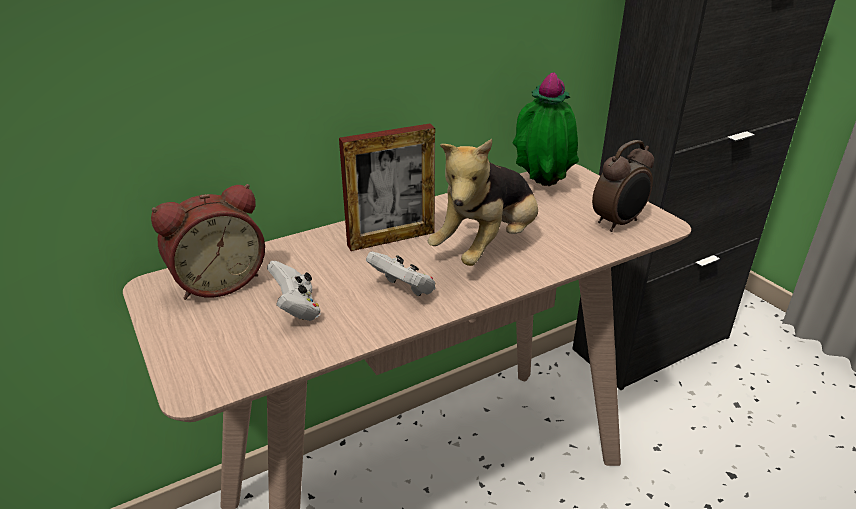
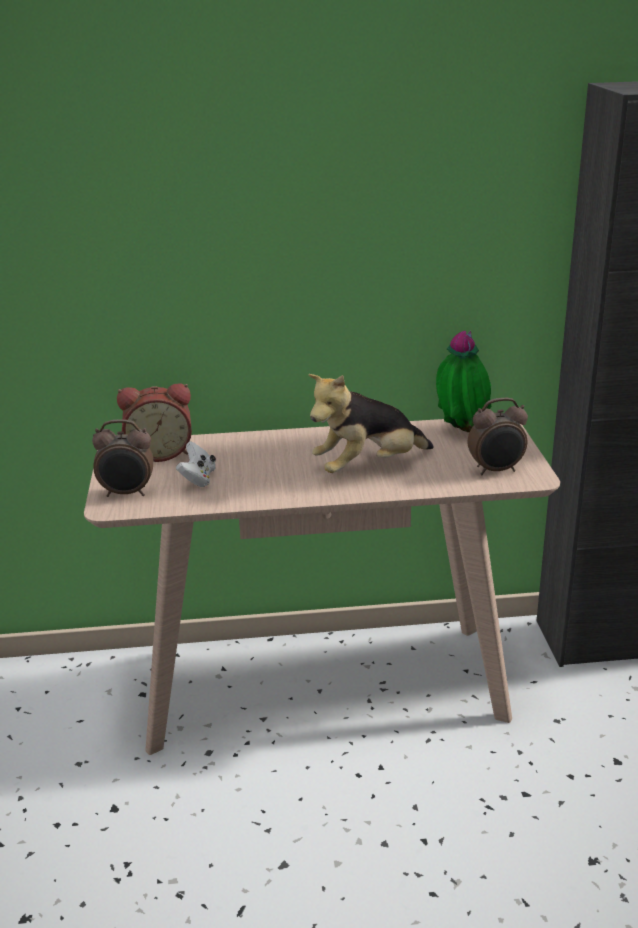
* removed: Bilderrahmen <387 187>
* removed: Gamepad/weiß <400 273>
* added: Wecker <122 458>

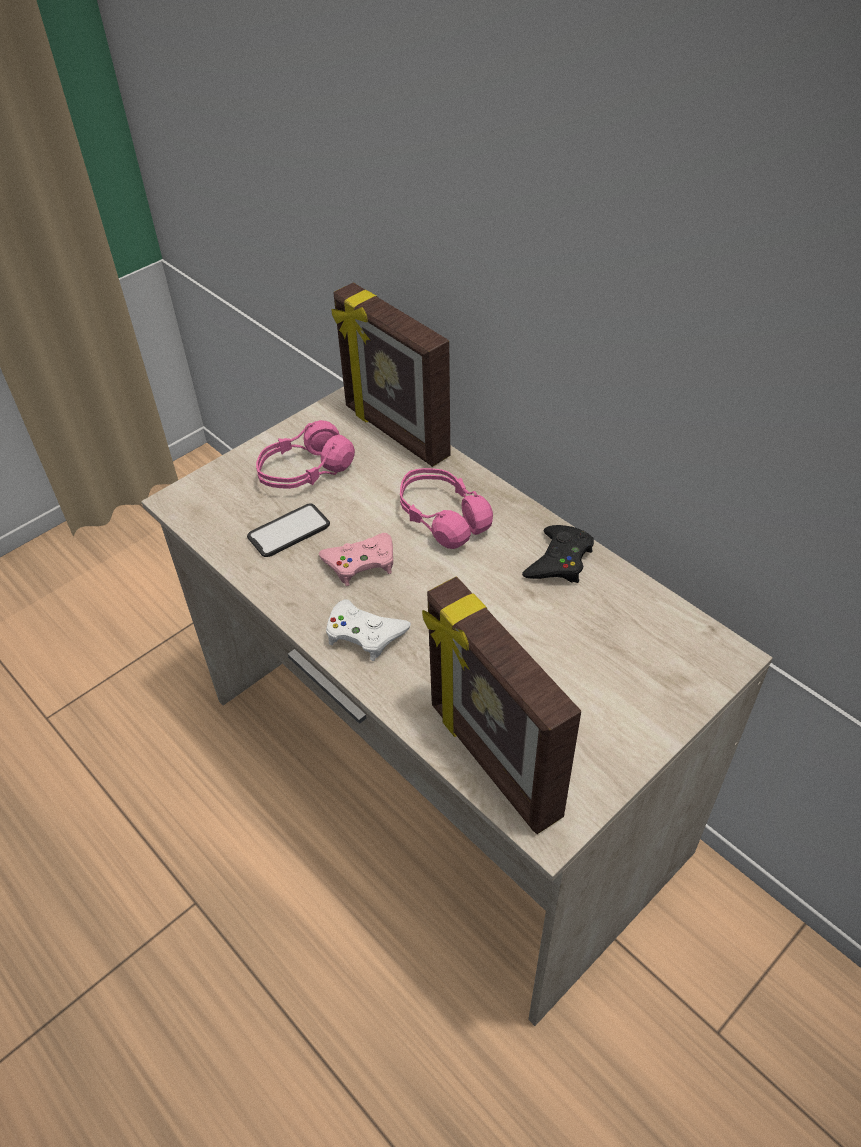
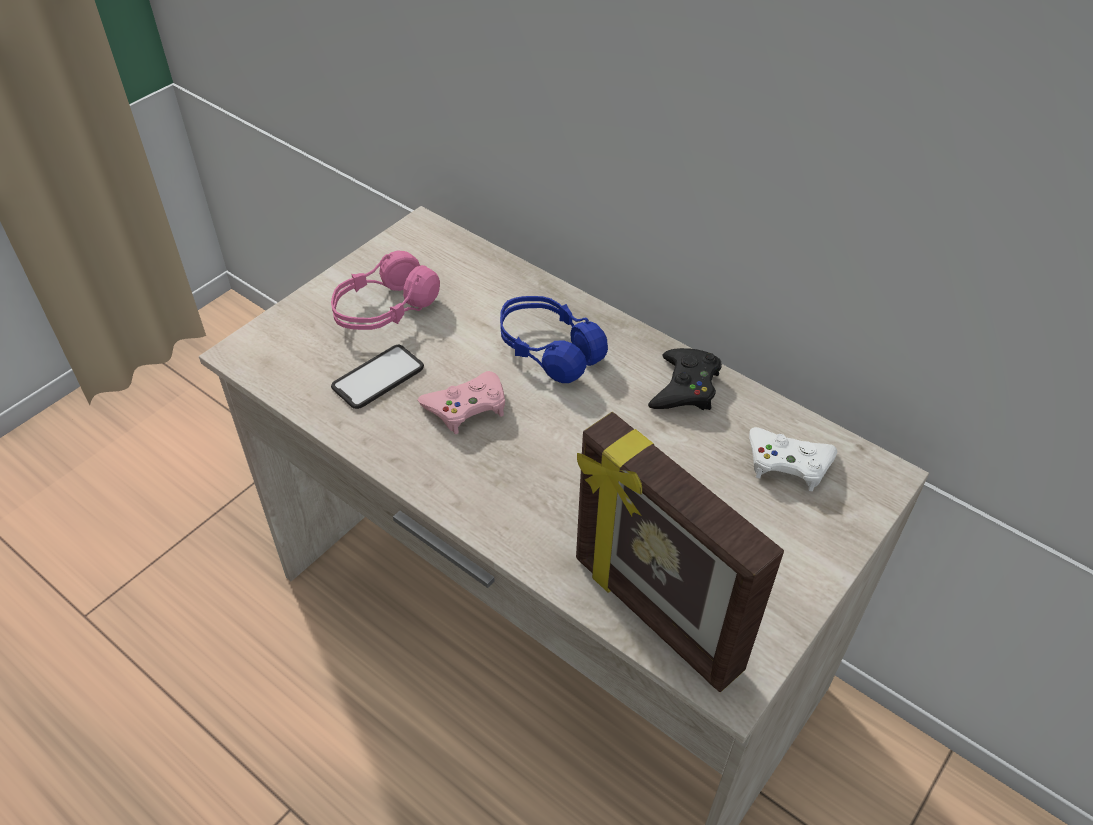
* removed: Bilderrahmen <390 375>
* moved: Gamepad/weiß <368 630> to <793 459>
* recoloured: Kopfhörer/rosa <446 508> to Kopfhörer/blau <554 339>

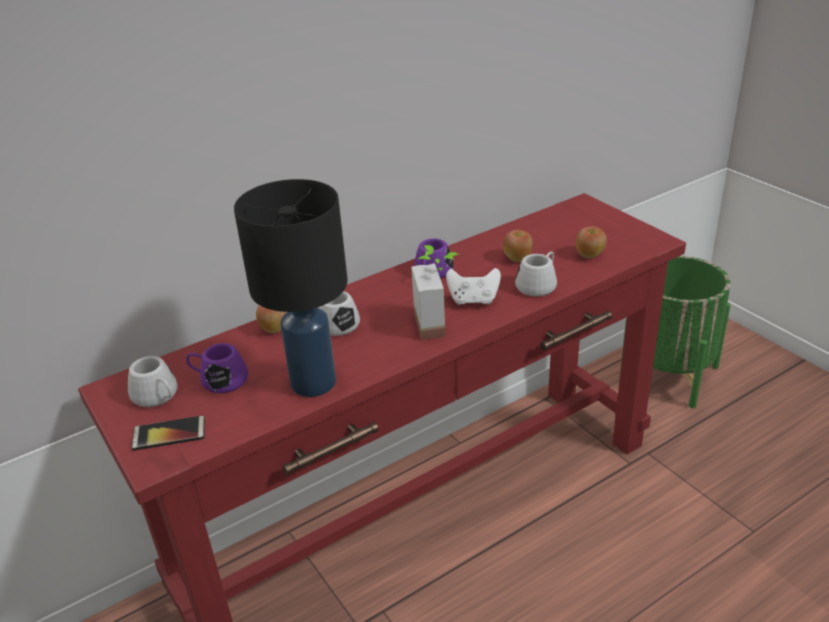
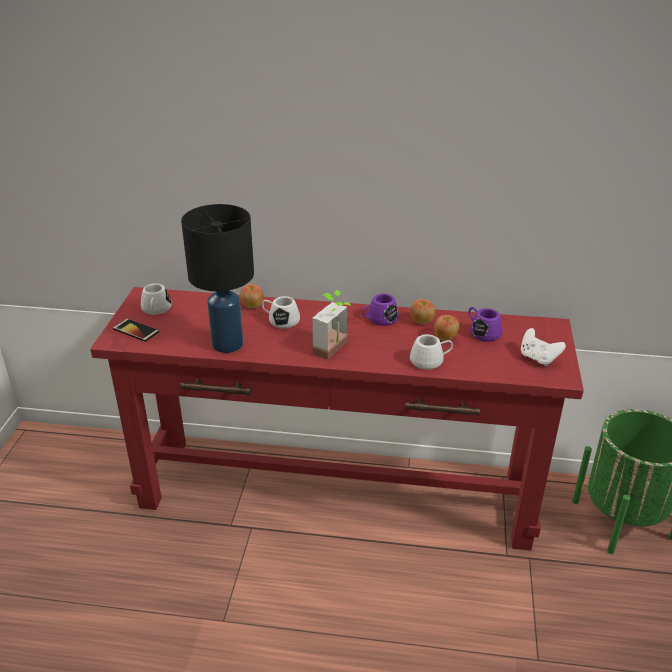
* moved: Henkelbecher/lila <217 368> to <486 324>
* moved: Gamepad/weiß <473 286> to <543 347>
* moved: Apfel <591 242> to <423 311>

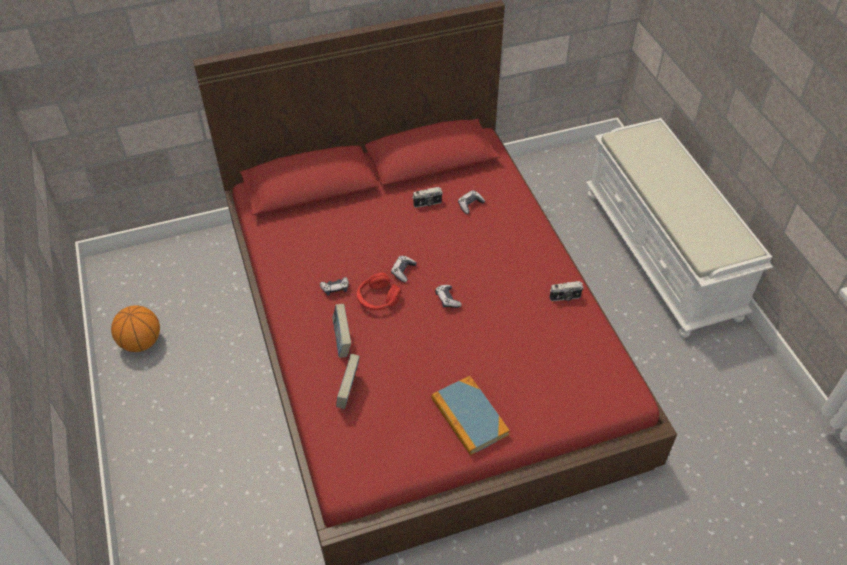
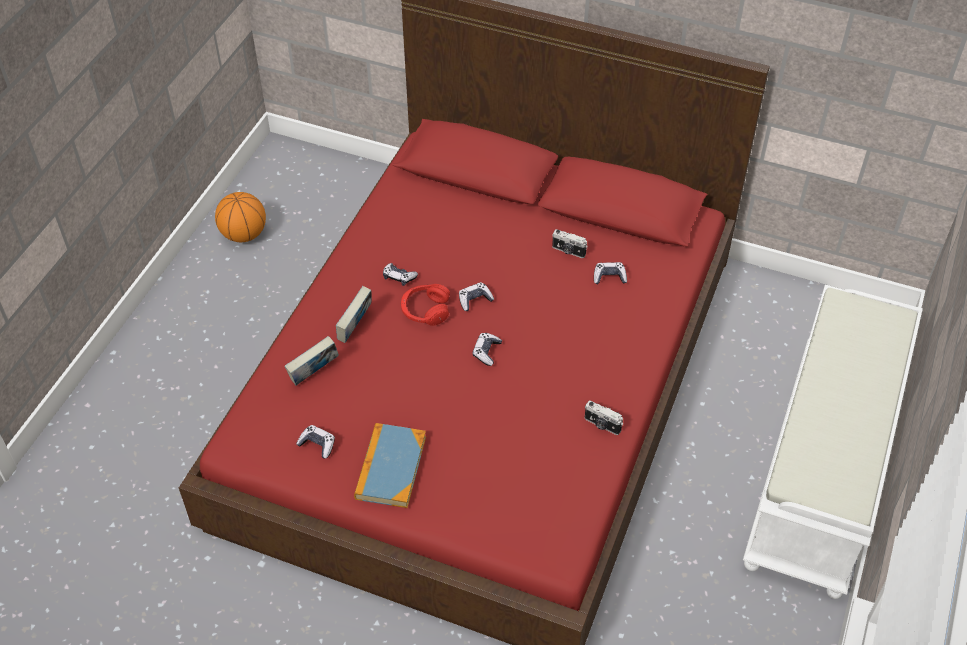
* added: Gamepad <315 441>

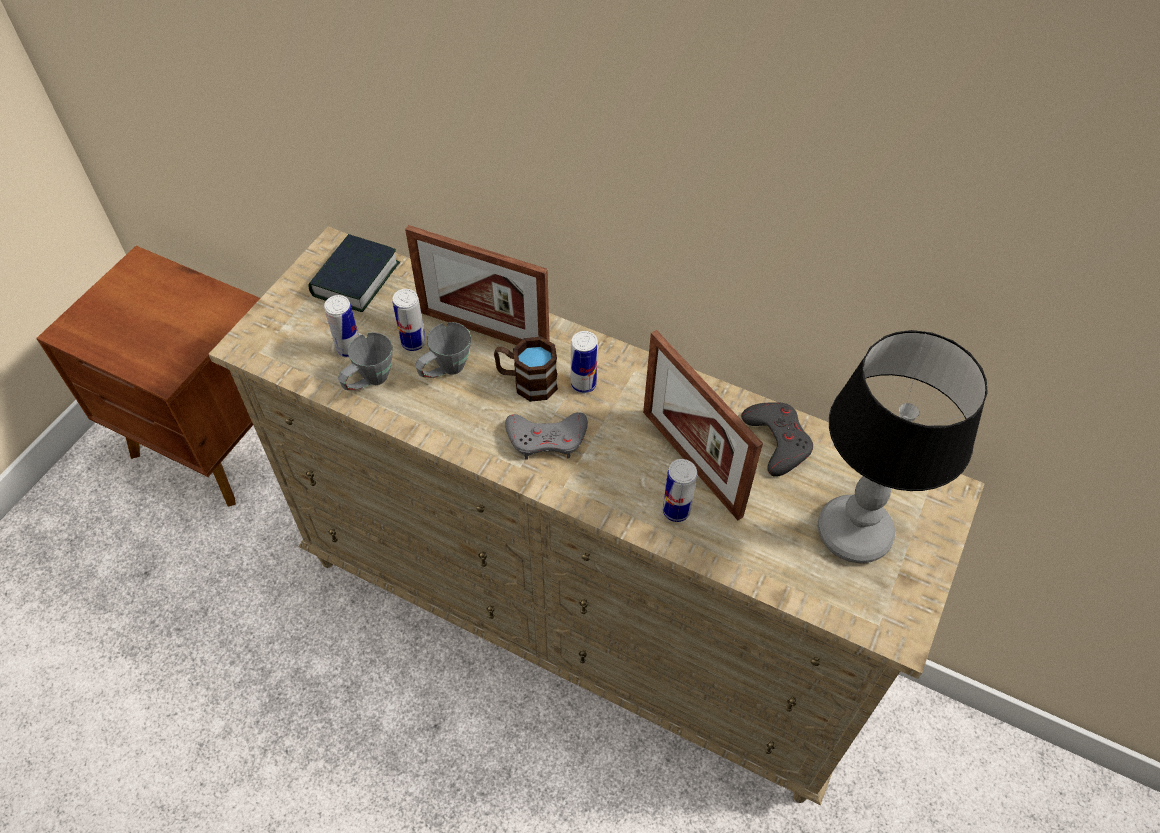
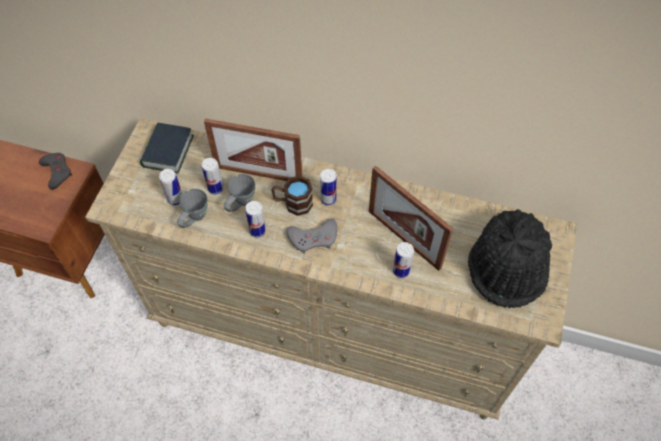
* added: Dose <255 219>
* moved: Gamepad/grau <777 439> to <55 171>
* replaced: Tischlampe <903 446> to Hut/schwarz <510 258>

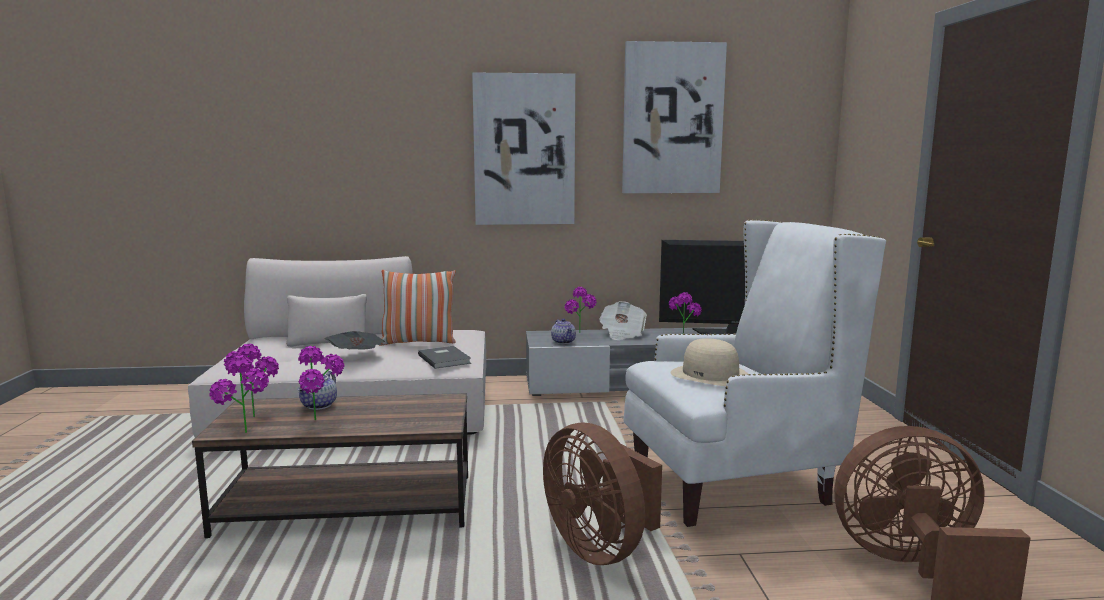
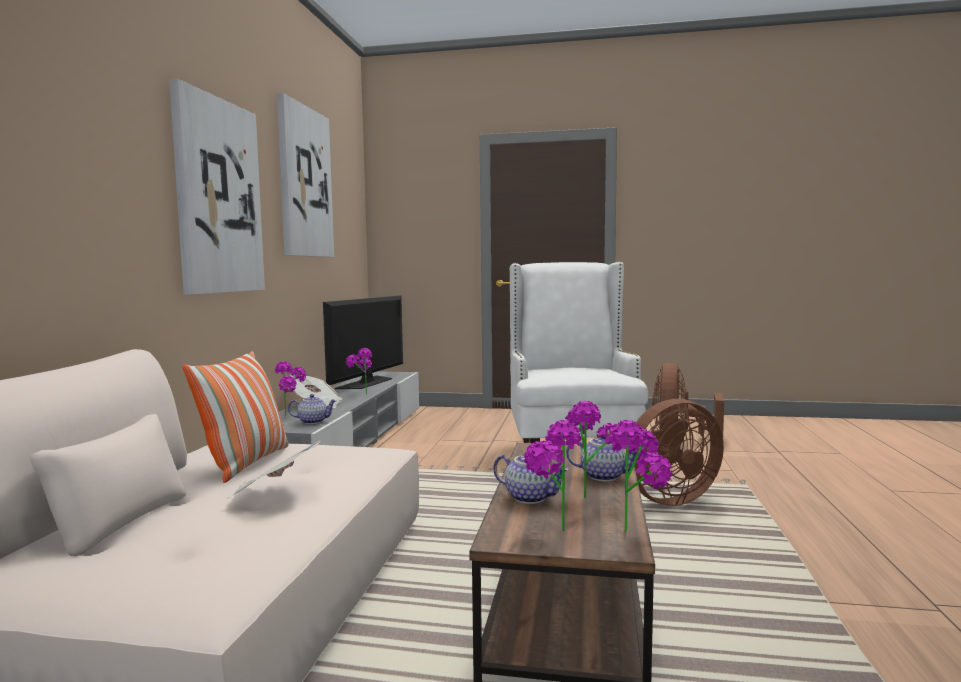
* removed: Buch/grau <444 357>
* removed: Hut/beige <709 362>
* added: Teekanne <603 458>

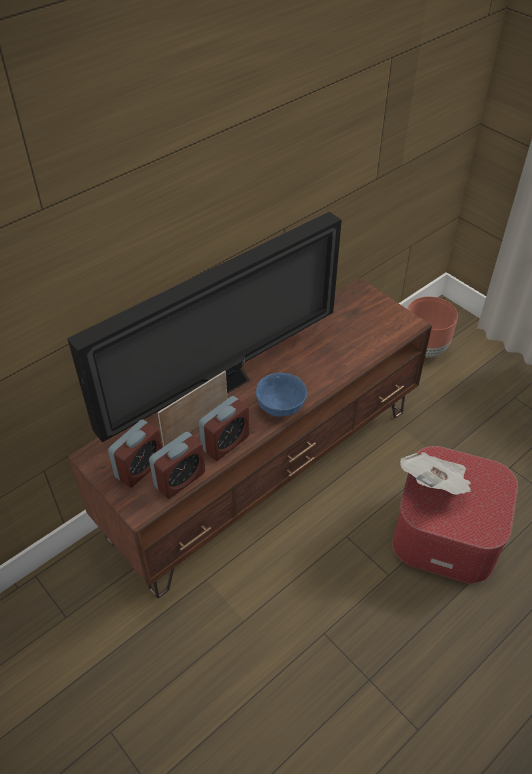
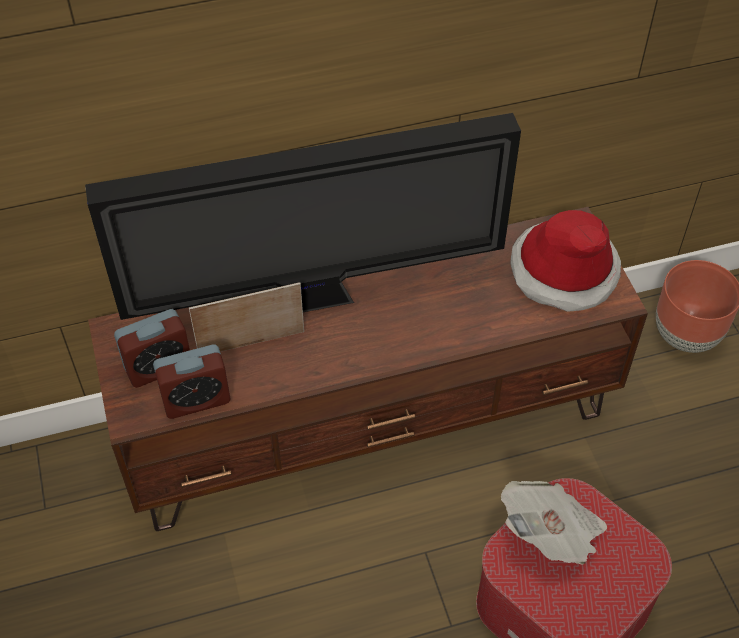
* removed: Wecker <224 428>
* removed: Schüssel/blau <281 395>
* added: Hut <565 261>

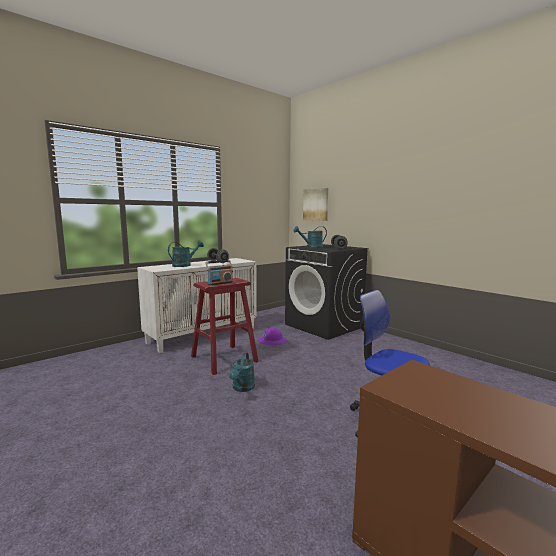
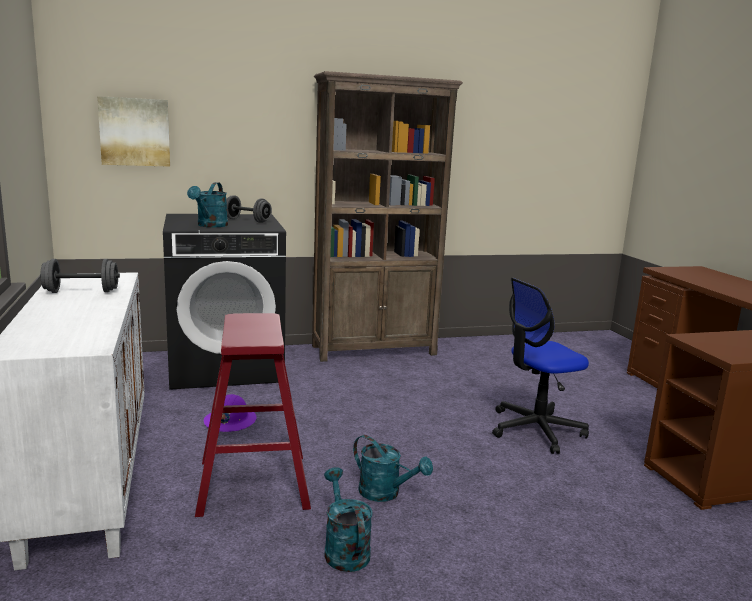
* removed: Radio <219 272>
* added: Bücherregal/braun <387 216>
* moved: Gießkanne/türkis <186 254> to <348 519>

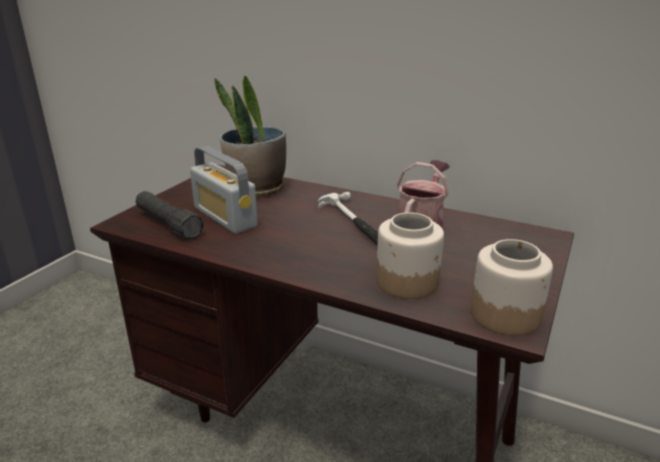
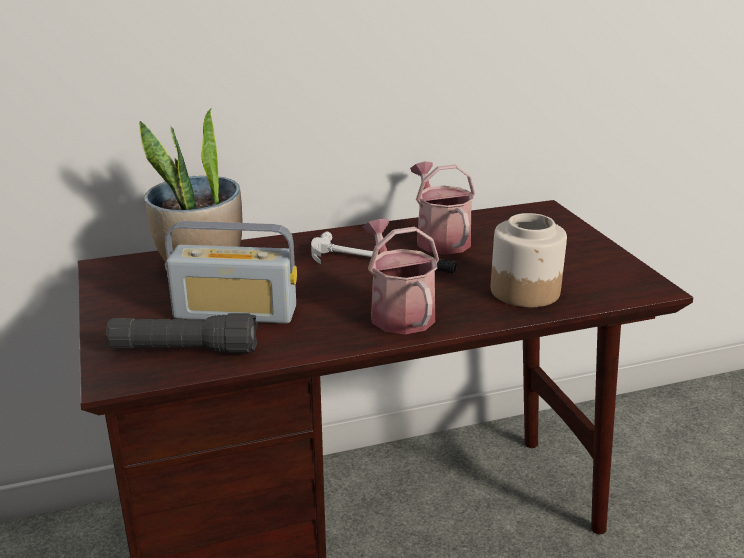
* removed: Vorratsglas <512 287>
* added: Gießkanne <400 276>

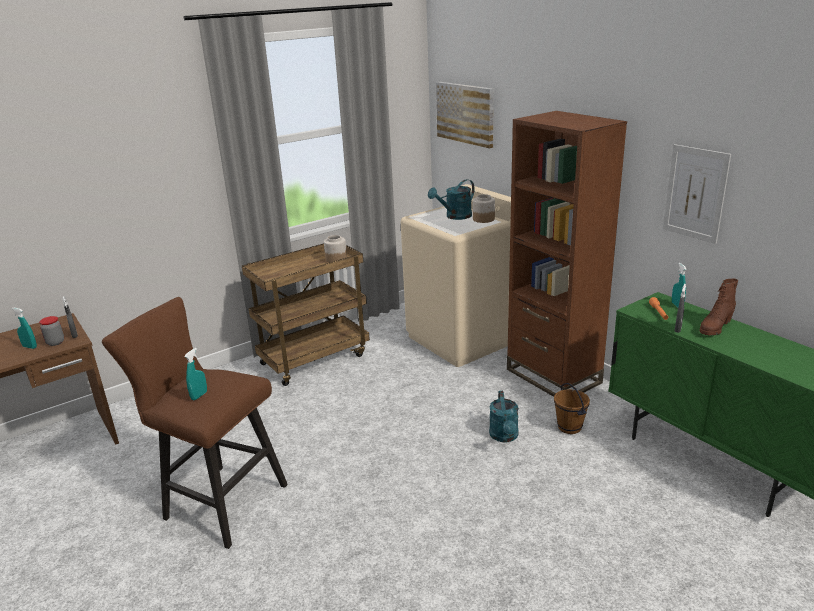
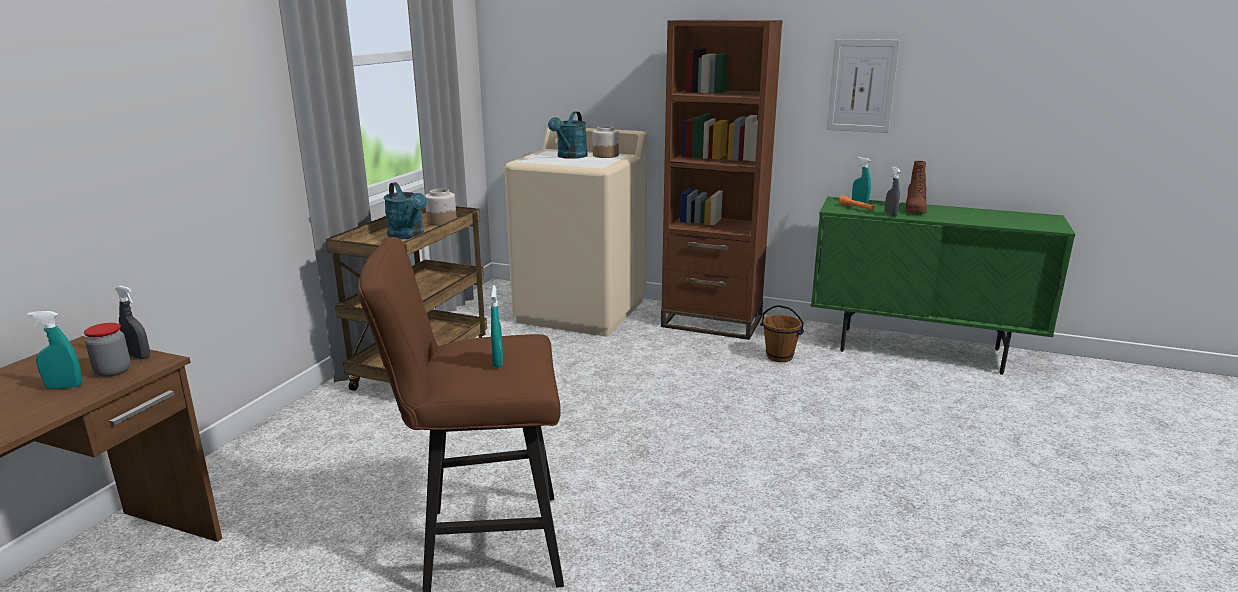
* removed: Bild <465 115>
* moved: Gießkanne/türkis <504 416> to <405 210>

